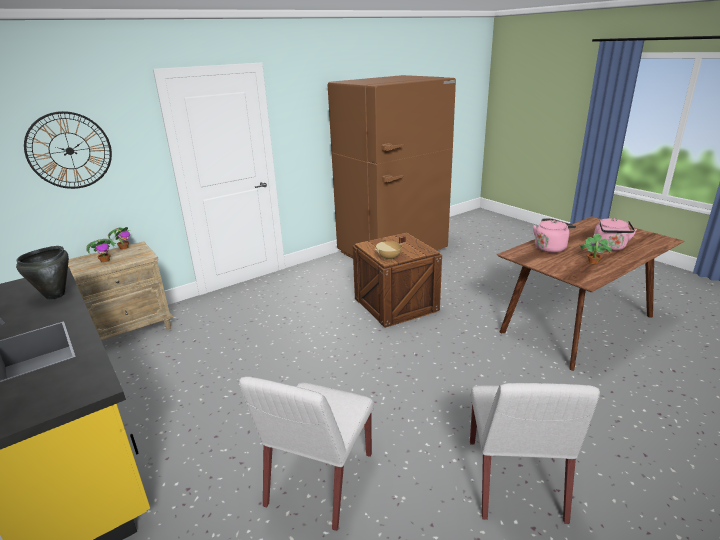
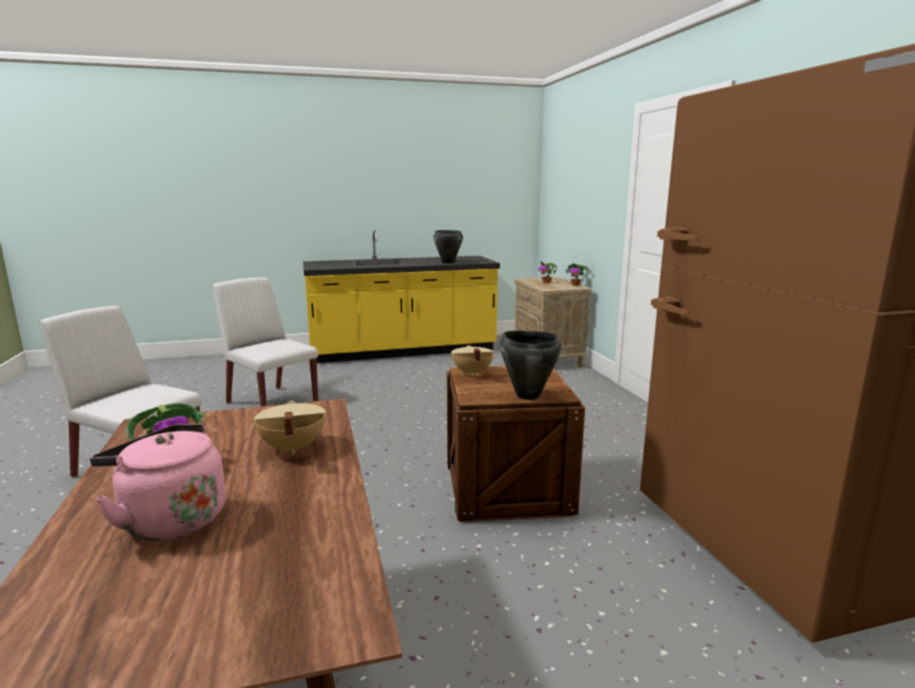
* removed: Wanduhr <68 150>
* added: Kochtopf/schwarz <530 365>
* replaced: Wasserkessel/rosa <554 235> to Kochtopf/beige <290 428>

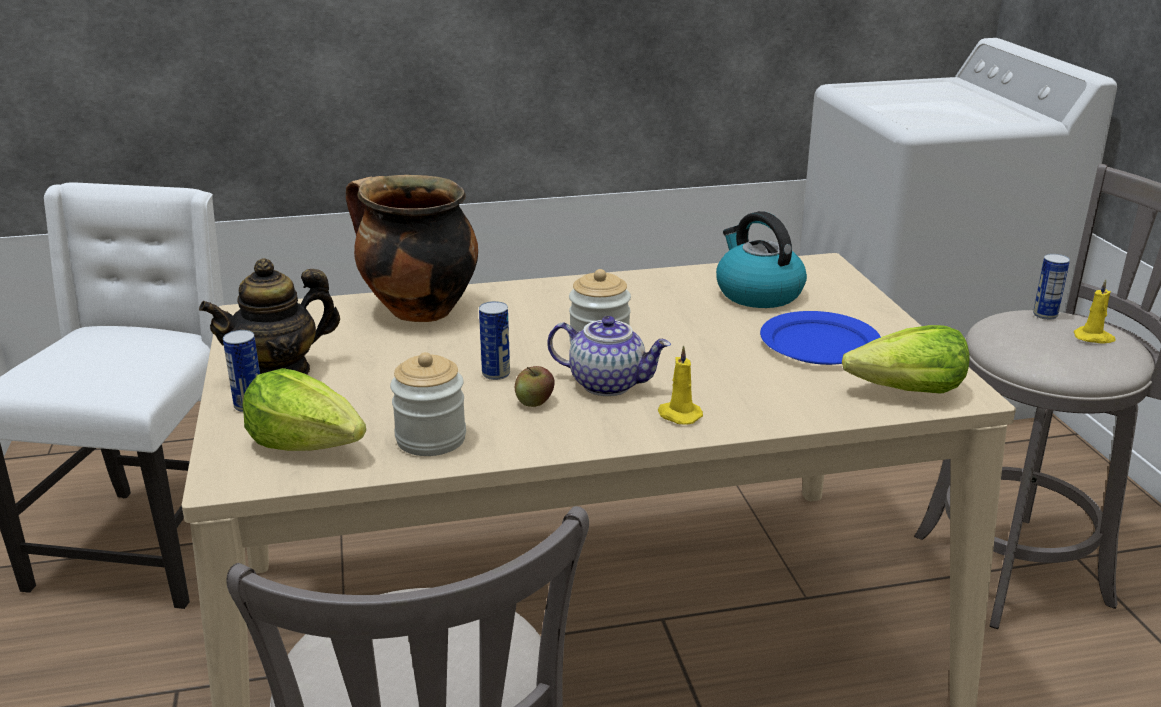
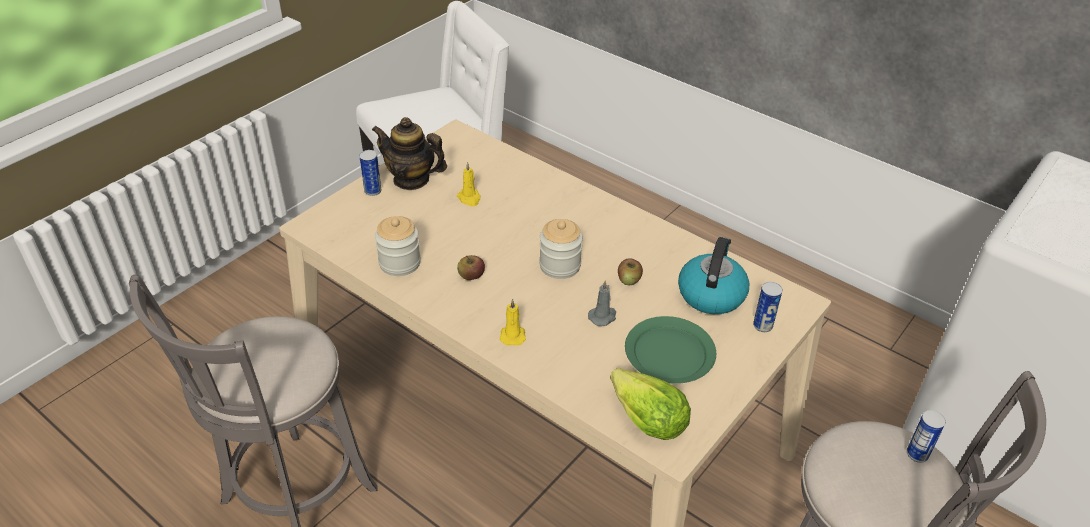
* removed: Salatkopf <304 409>
* removed: Kochtopf <412 248>
* removed: Teekanne <609 356>
* added: Kerze/grau <602 303>
* added: Apfel <630 271>
* moved: Dose <494 340> to <768 307>
* moved: Kerze/gelb <1095 311> to <469 184>
* recoloured: Teller/blau <820 338> to Teller/grün <670 350>

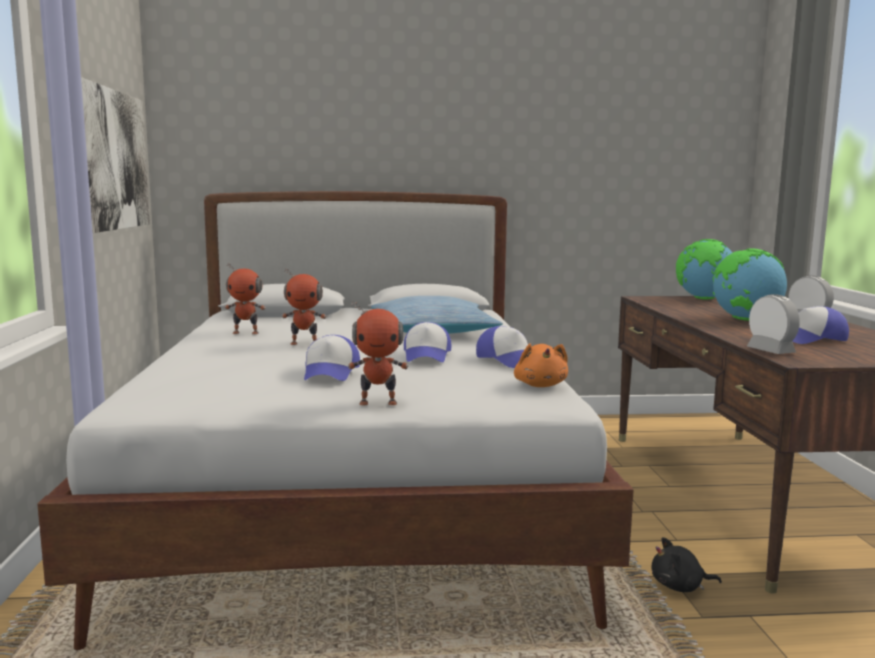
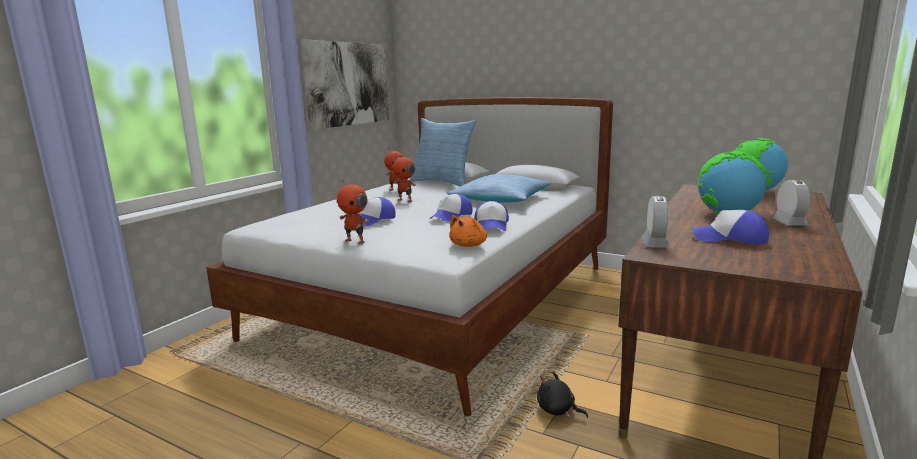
* added: Kissen <443 152>

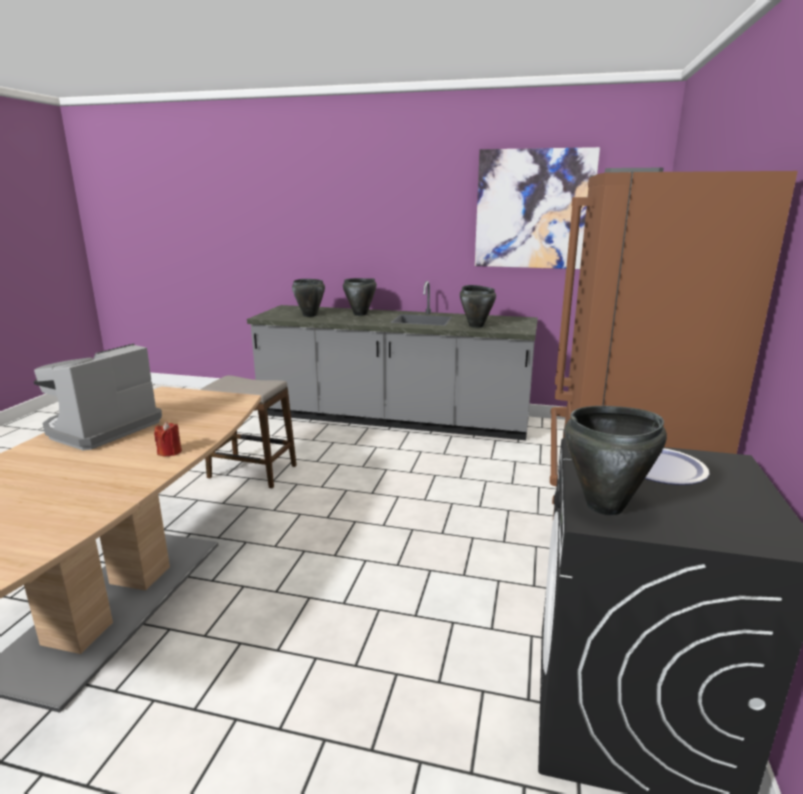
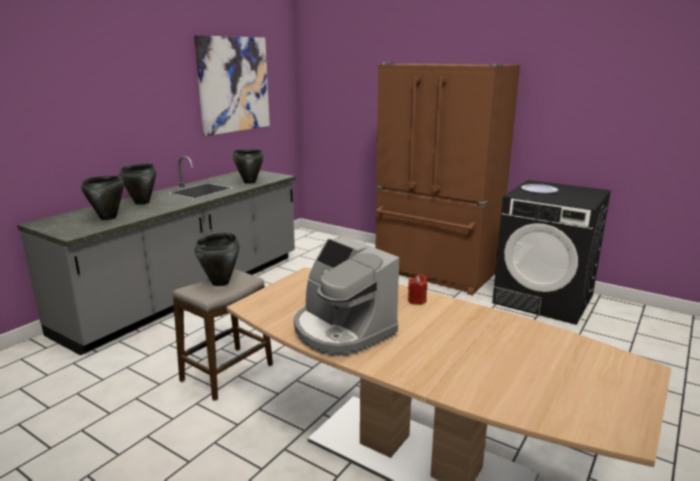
* moved: Kochtopf/schwarz <615 460> to <217 259>

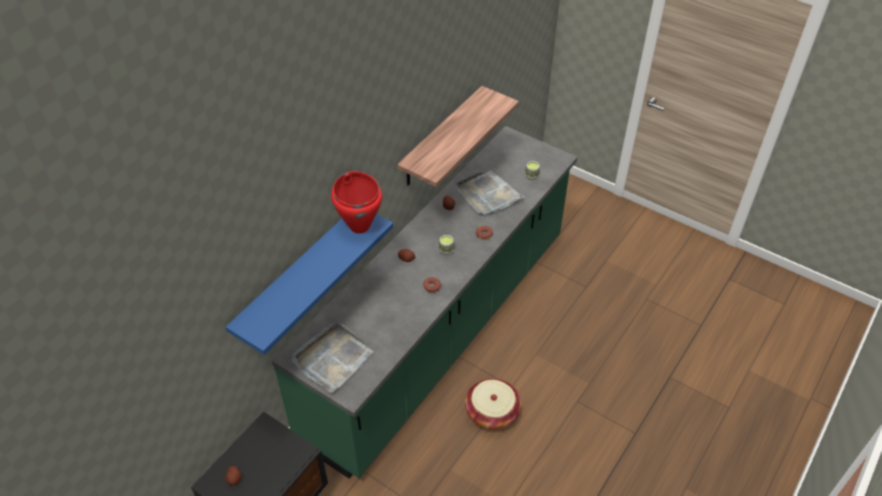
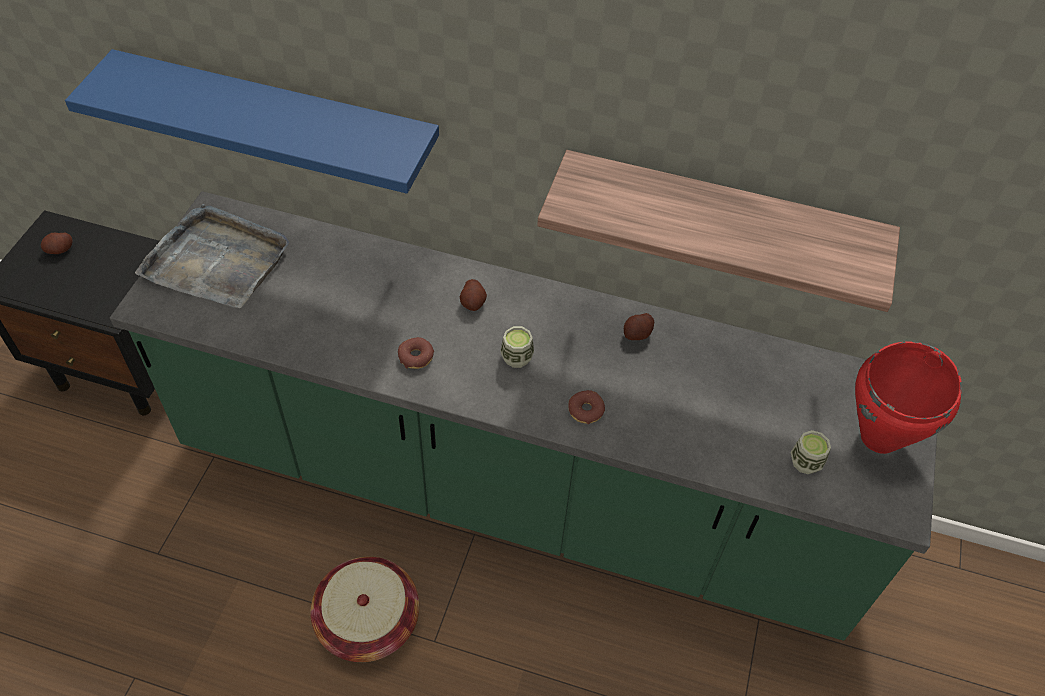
* removed: Tablett/grau <490 193>
* moved: Kochtopf/rot <356 202> to <908 398>

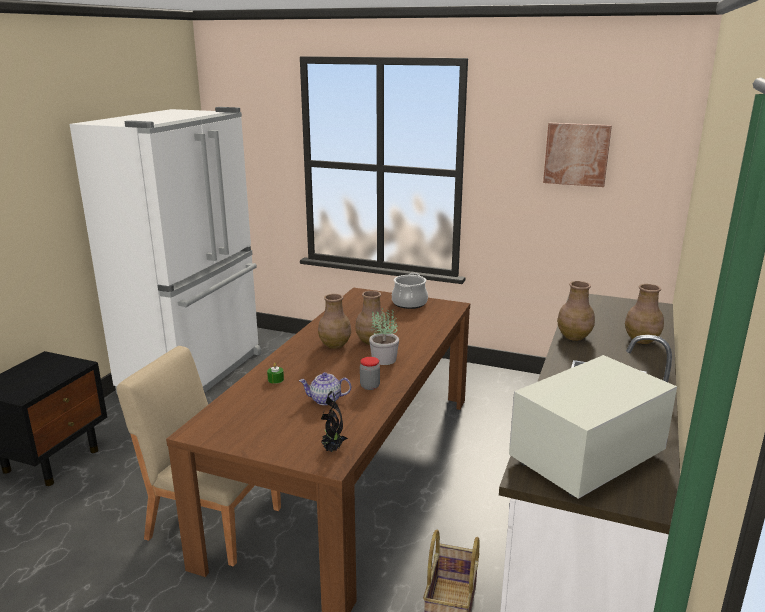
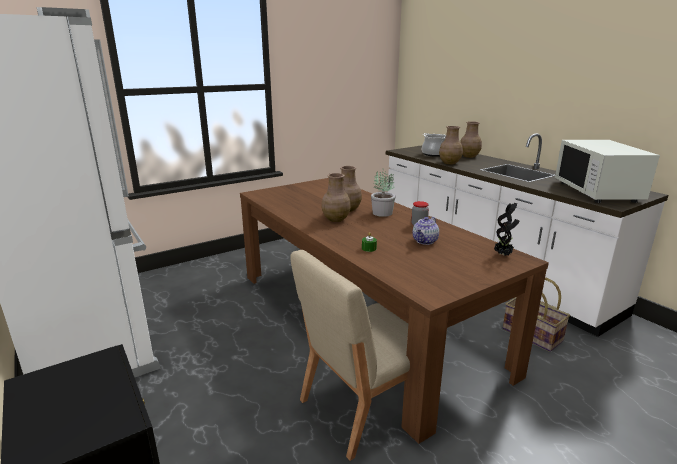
* removed: Bild <577 155>
* moved: Kochtopf <410 291> to <434 145>

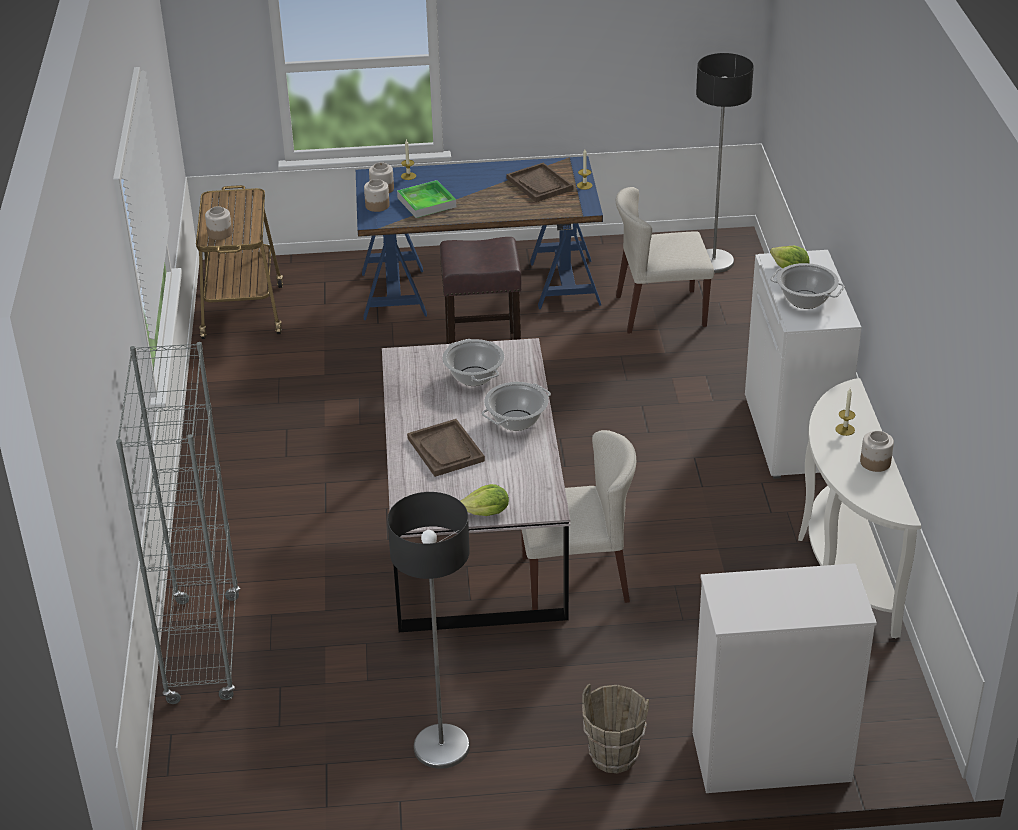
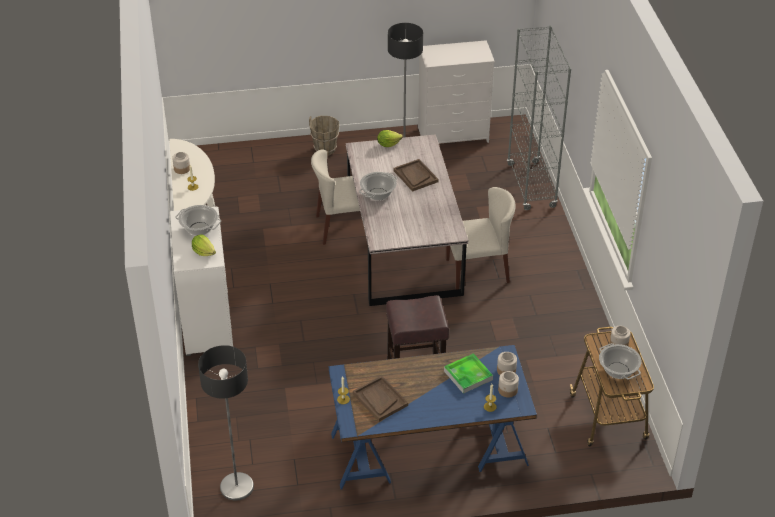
* moved: Kochtopf <473 362> to <620 361>
* moved: Stuhl/beige <665 260> to <481 238>
* moved: Kommode/weiß <784 678> to <456 92>

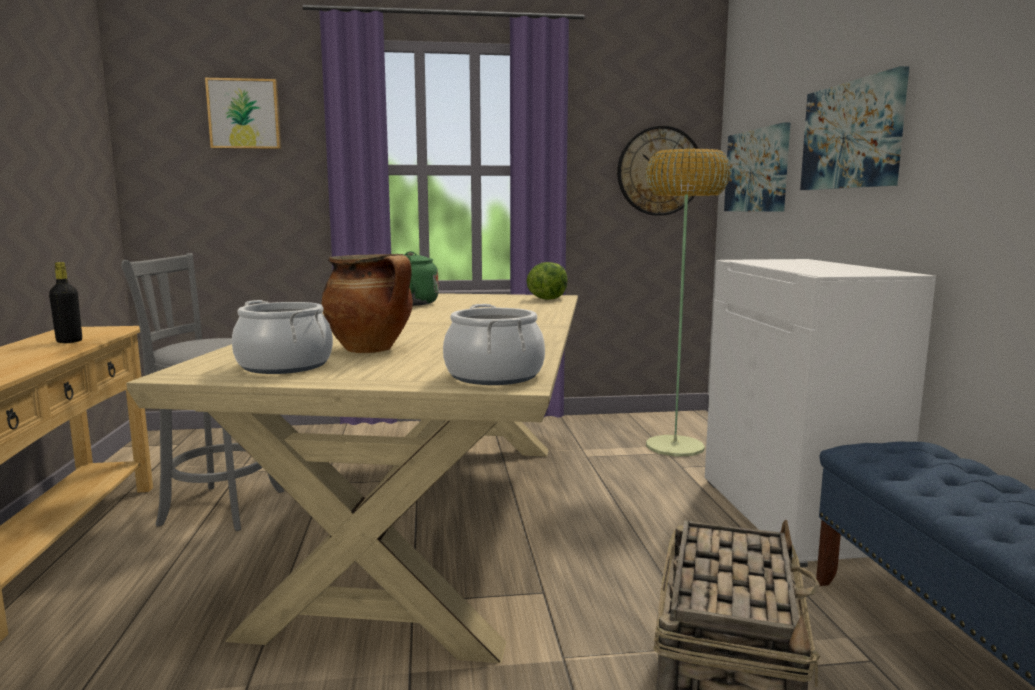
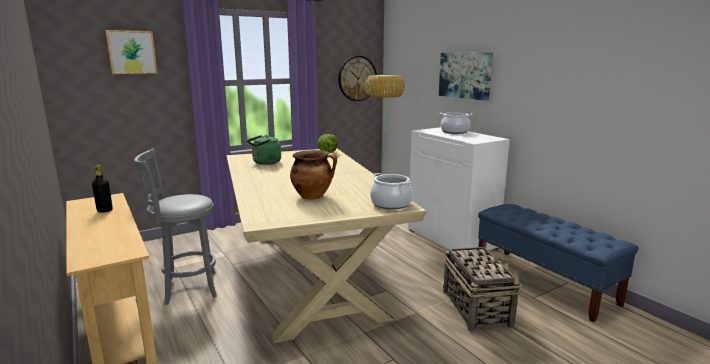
* removed: Bild <757 167>
* moved: Kochtopf <282 337> to <456 123>

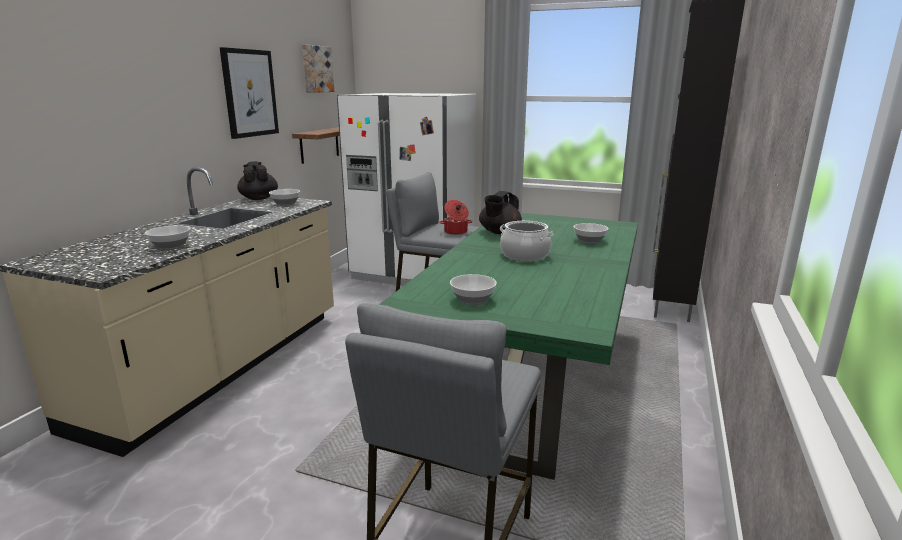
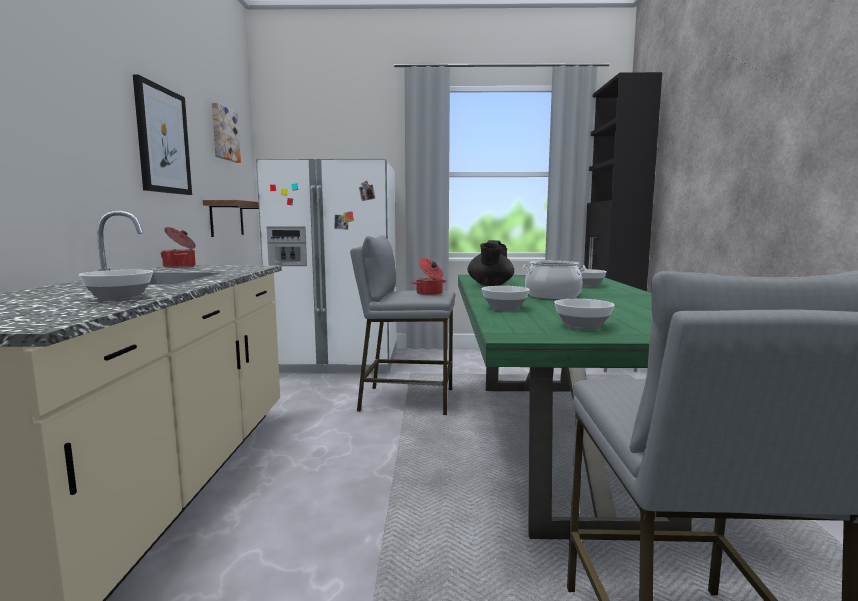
* moved: Schüssel <284 197> to <506 298>
* replaced: Teekanne/schwarz <257 180> to Kochtopf <178 247>

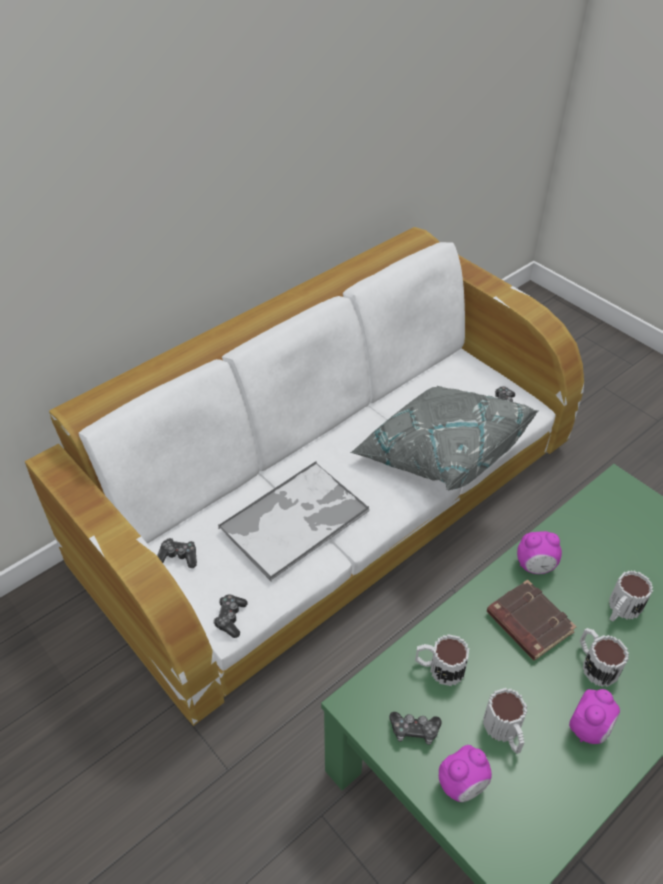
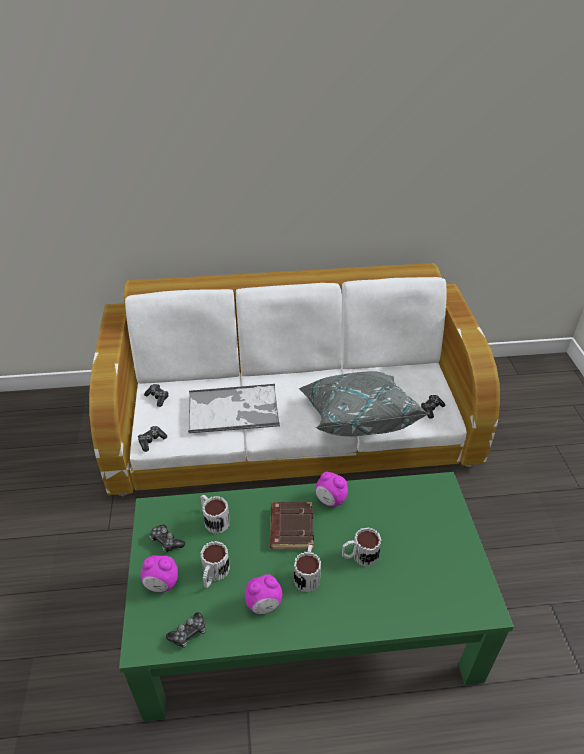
* added: Gamepad <186 630>

